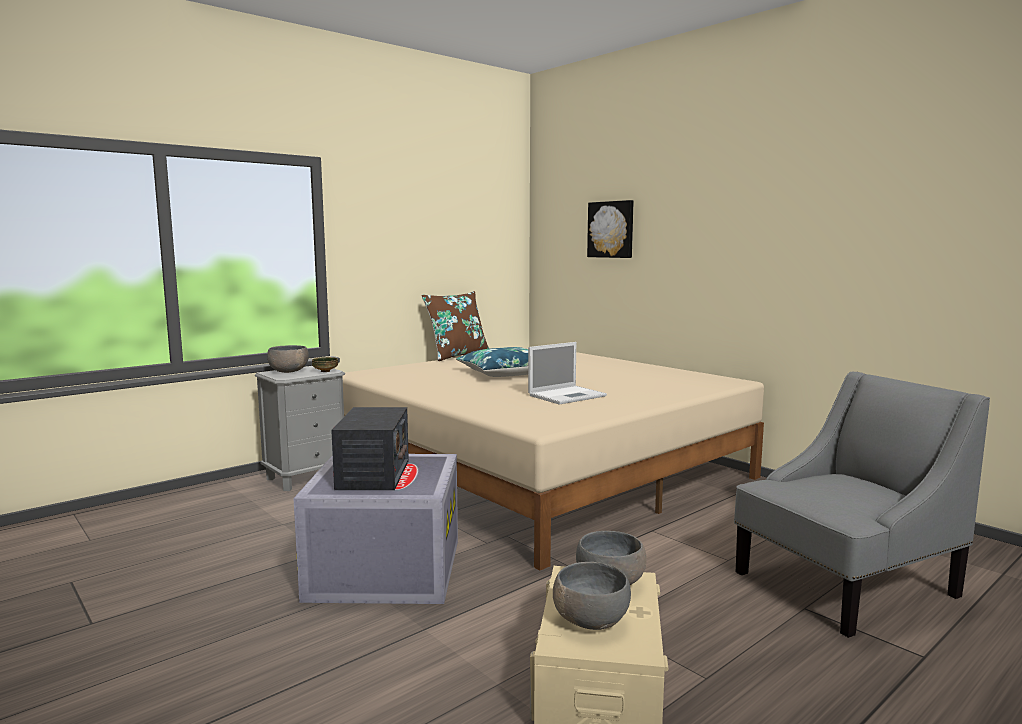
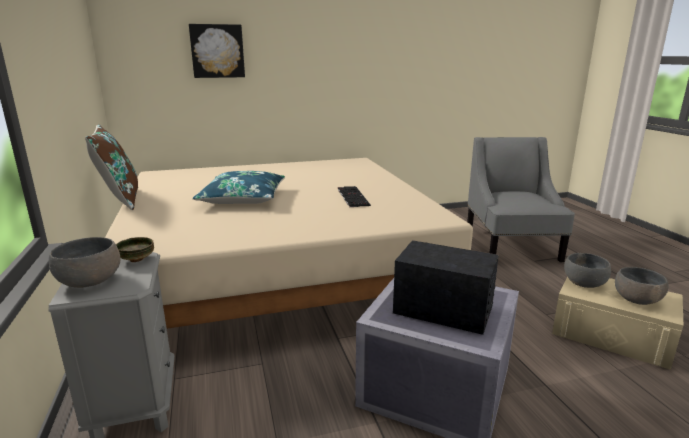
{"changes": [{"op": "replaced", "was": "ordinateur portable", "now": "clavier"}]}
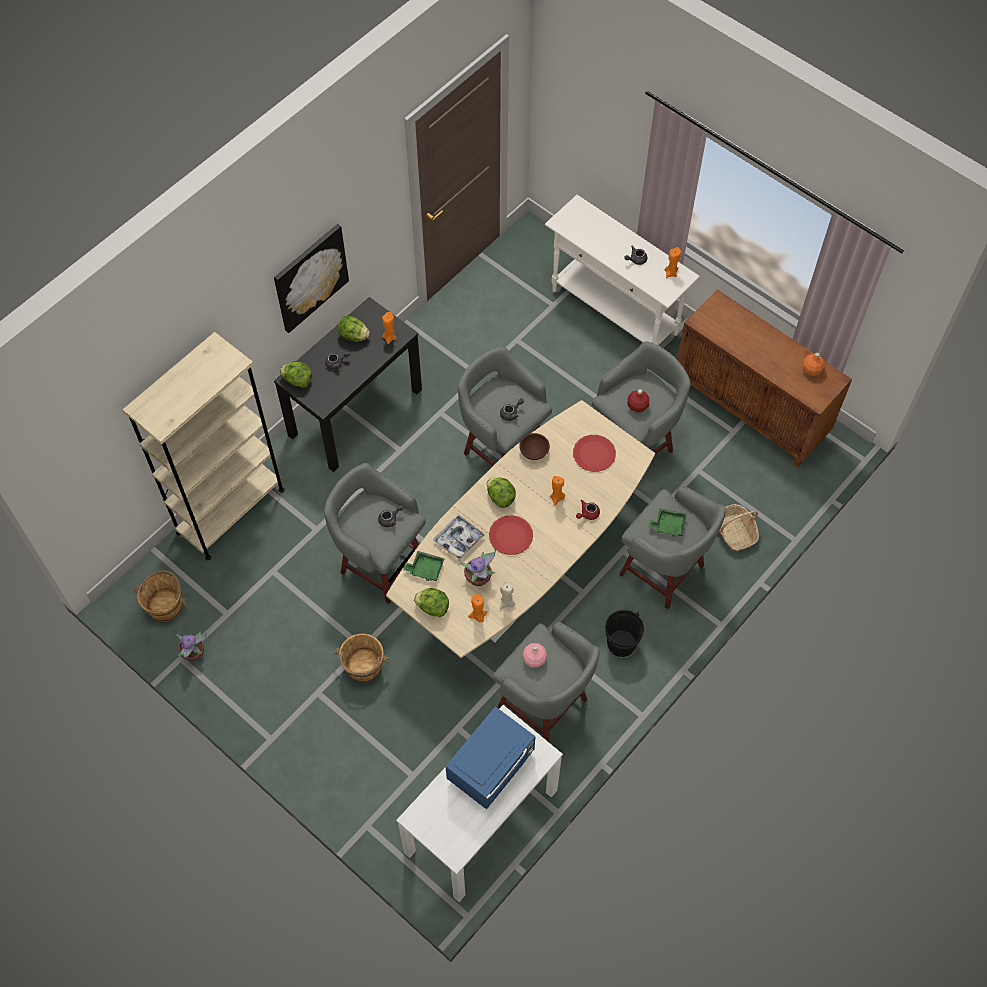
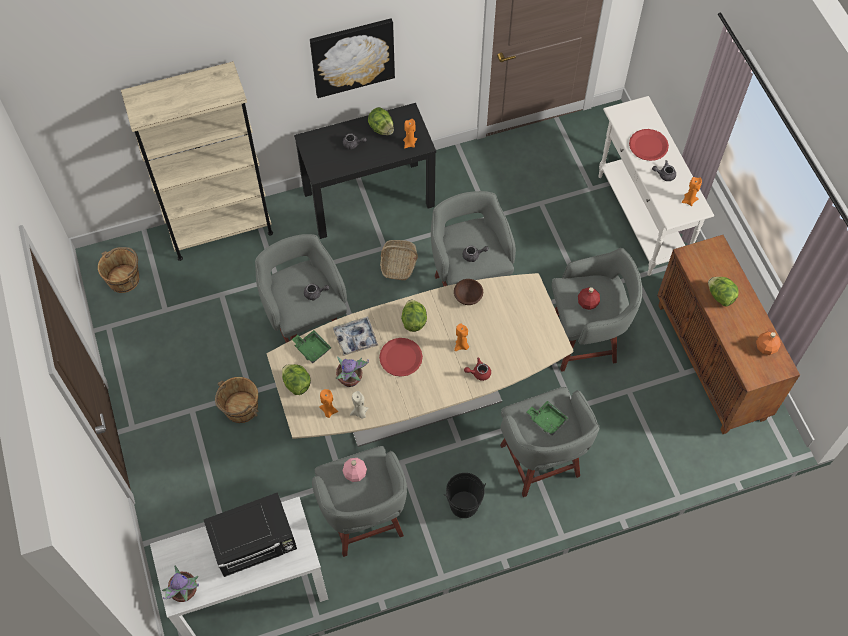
{"changes": [{"op": "moved", "was": "plante en pot (1st from left)"}, {"op": "moved", "was": "laitue (1st from left in the first image)", "now": "laitue (4th from left)"}, {"op": "recoloured", "was": "micro-ondes (bleu)", "now": "micro-ondes (noir)"}, {"op": "moved", "was": "assiette (rouge) (2nd from left)"}, {"op": "moved", "was": "panier"}]}
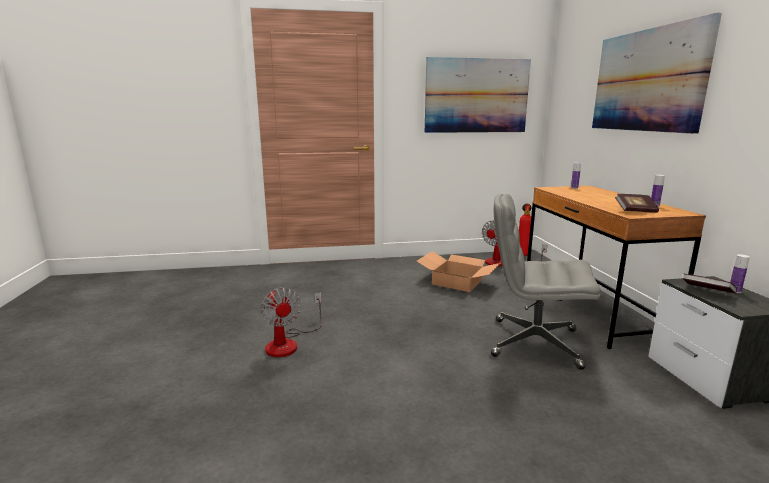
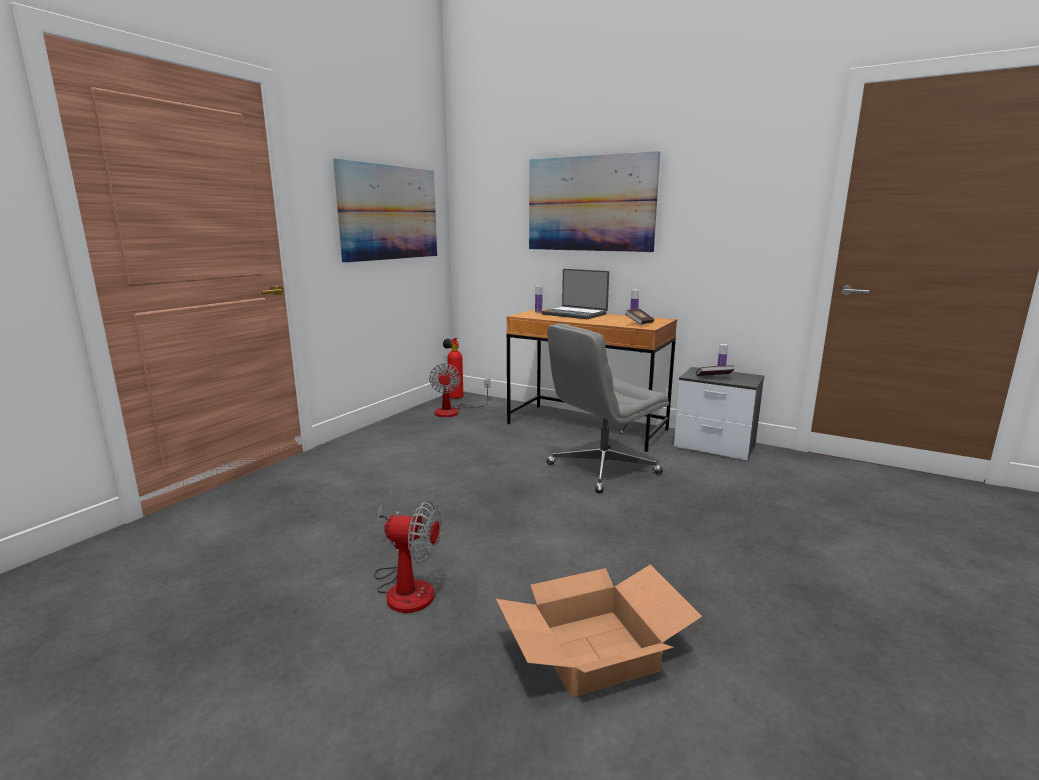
{"changes": [{"op": "moved", "was": "carton"}, {"op": "added", "now": "ordinateur portable"}]}
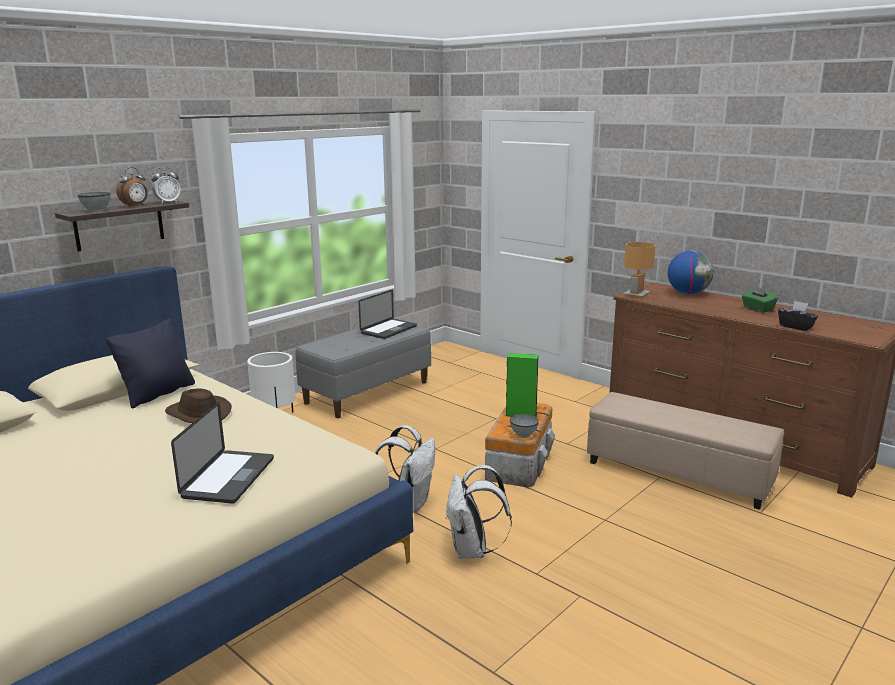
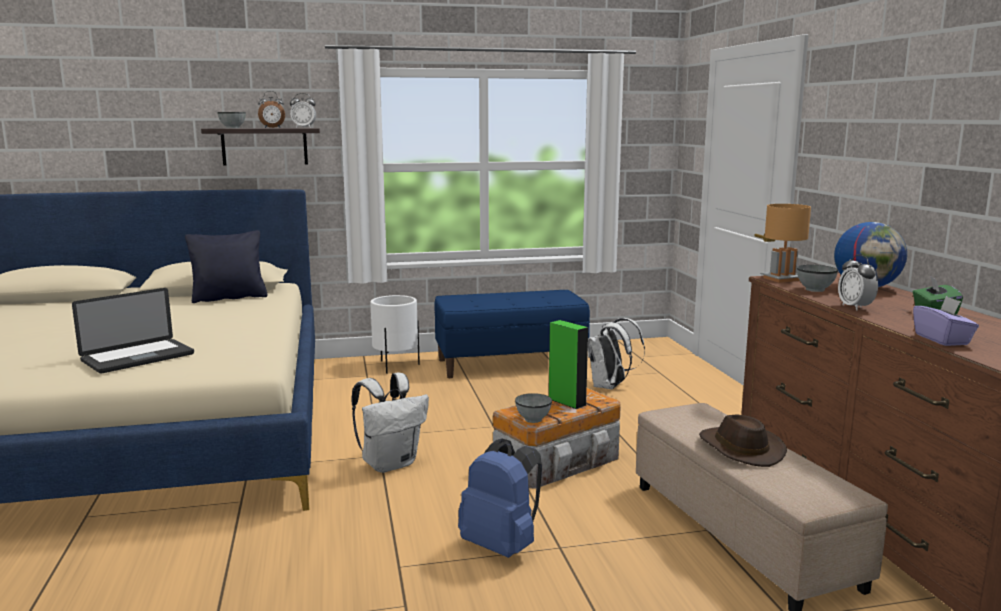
{"changes": [{"op": "moved", "was": "chapeau (marron)"}, {"op": "recoloured", "was": "banc (gris)", "now": "banc (bleu)"}, {"op": "removed", "was": "ordinateur portable (2nd from left)"}, {"op": "moved", "was": "sac à dos (blanc) (2nd from left)"}, {"op": "recoloured", "was": "boîte à mouchoirs (noir)", "now": "boîte à mouchoirs (violet)"}, {"op": "added", "now": "sac à dos (bleu)"}, {"op": "added", "now": "bol (gris) (3rd from left)"}, {"op": "added", "now": "réveil (3rd from left)"}]}
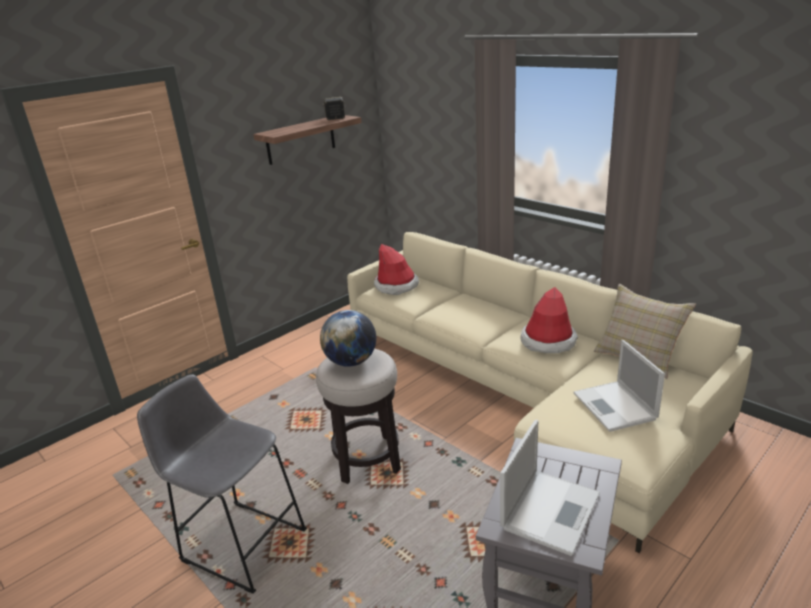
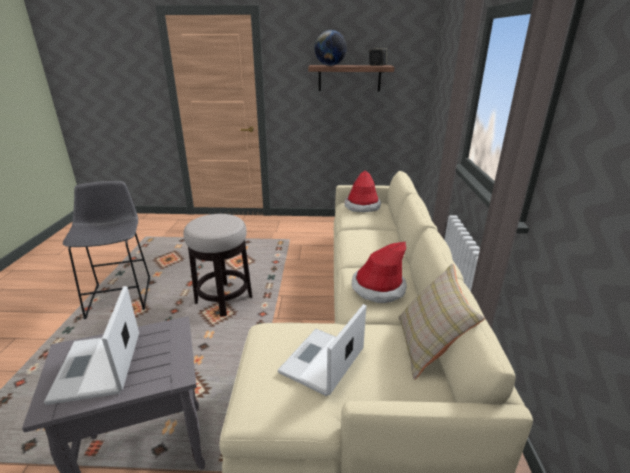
{"changes": [{"op": "moved", "was": "globe"}, {"op": "turned", "was": "ordinateur portable (1st from left)", "clockwise": 90}]}
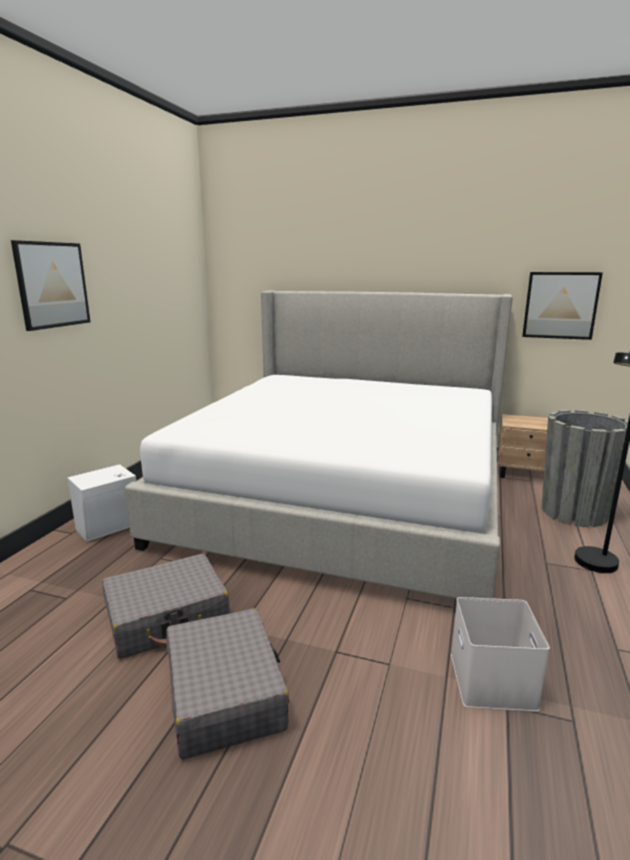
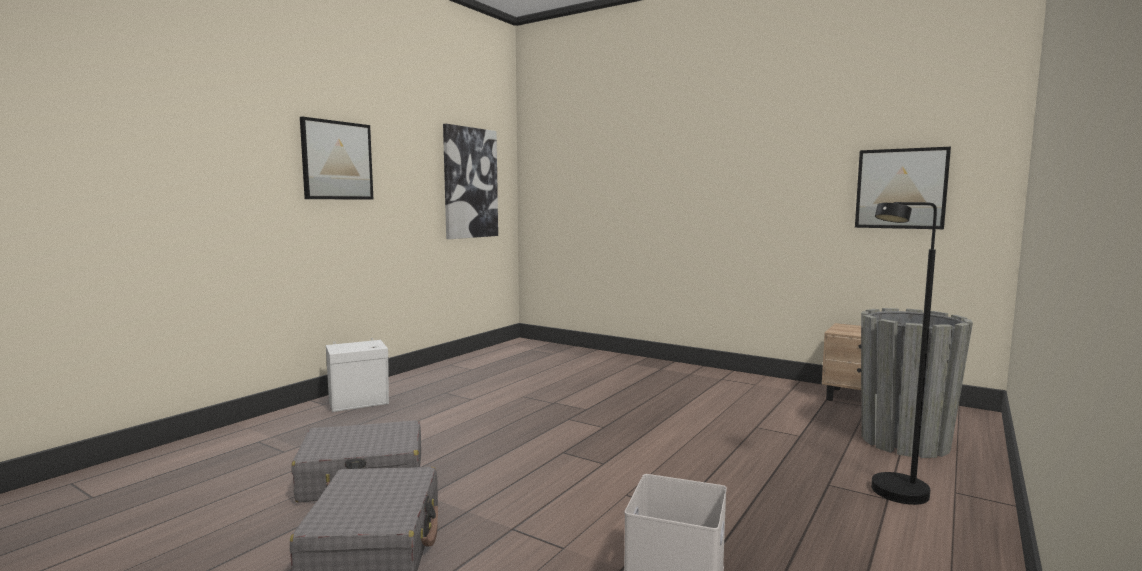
{"changes": [{"op": "removed", "was": "lit"}, {"op": "added", "now": "tableau (2nd from left)"}]}
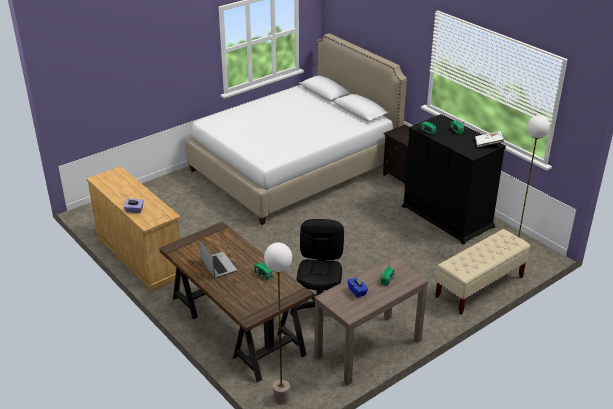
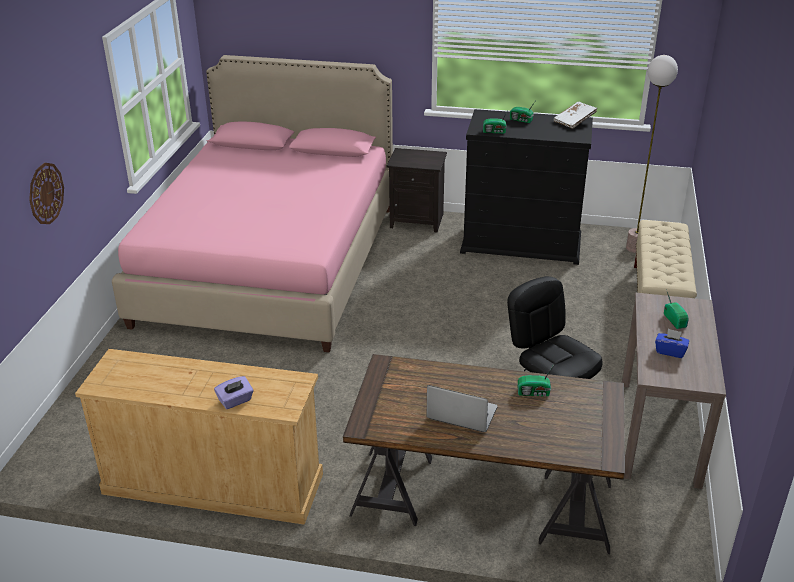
{"changes": [{"op": "recoloured", "was": "lit (blanc)", "now": "lit (rose)"}, {"op": "removed", "was": "lampadaire (1st from left)"}, {"op": "added", "now": "horloge murale"}]}
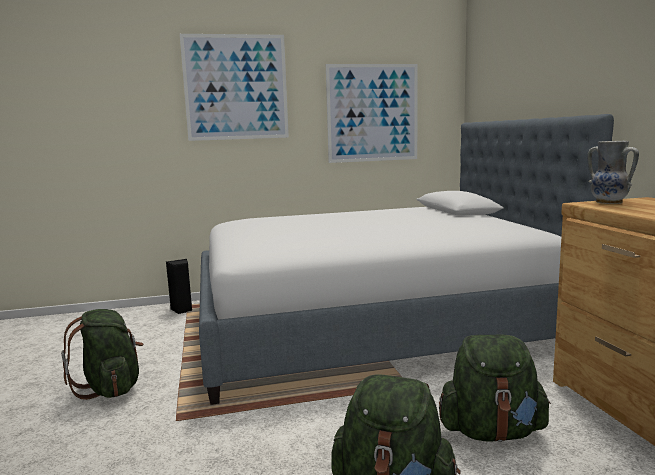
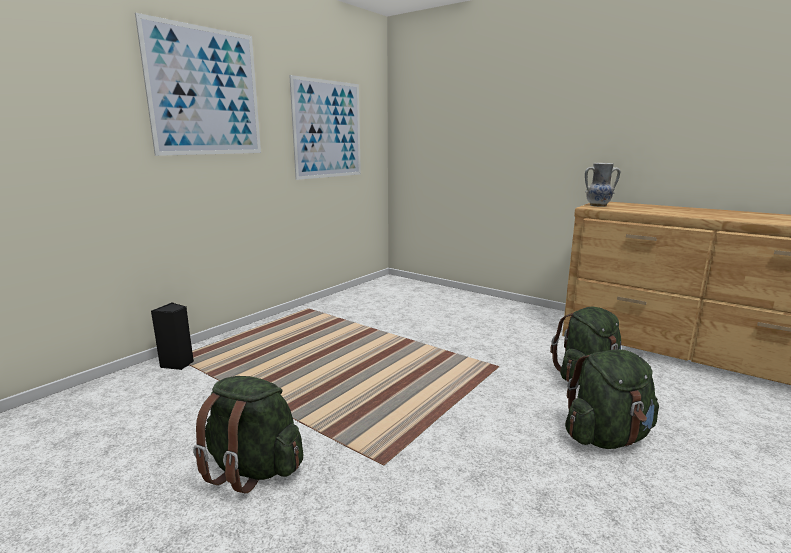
{"changes": [{"op": "removed", "was": "lit"}]}
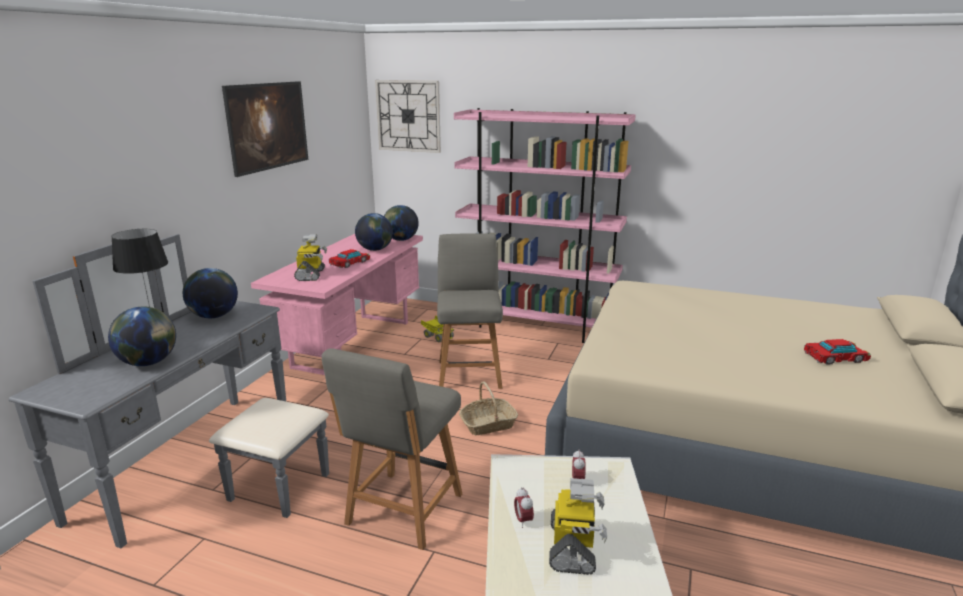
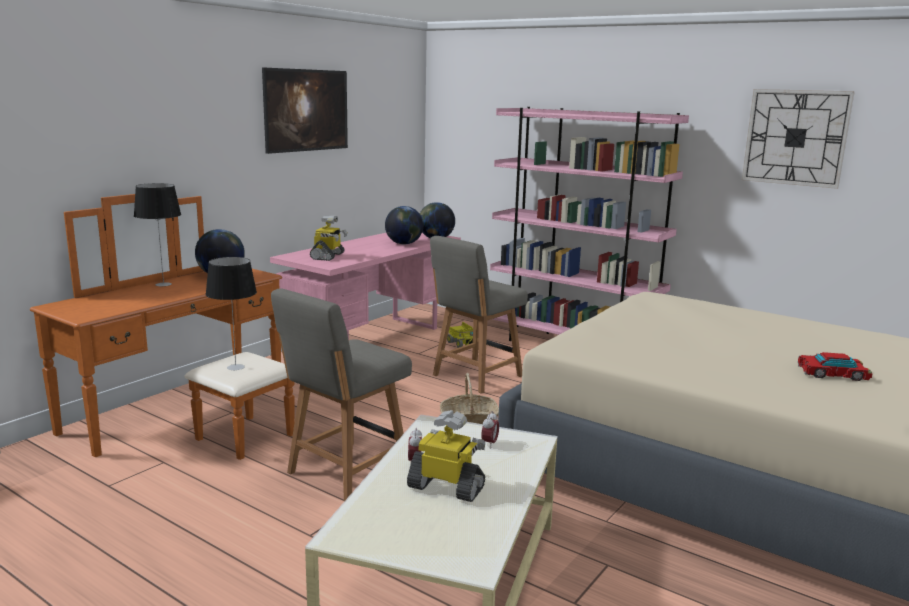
{"changes": [{"op": "recoloured", "was": "commode (gris)", "now": "commode (orange)"}, {"op": "removed", "was": "globe (1st from left)"}, {"op": "removed", "was": "petite voiture (1st from left)"}, {"op": "moved", "was": "horloge murale"}, {"op": "turned", "was": "chaise (gris) (2nd from left)", "clockwise": -150}, {"op": "turned", "was": "robot jouet (2nd from left)", "clockwise": -90}, {"op": "added", "now": "lampe de table (2nd from left)"}]}
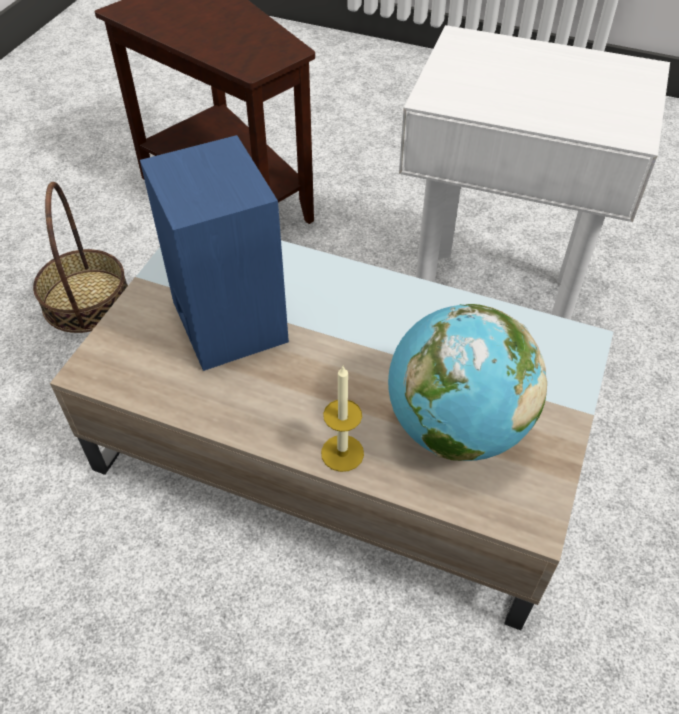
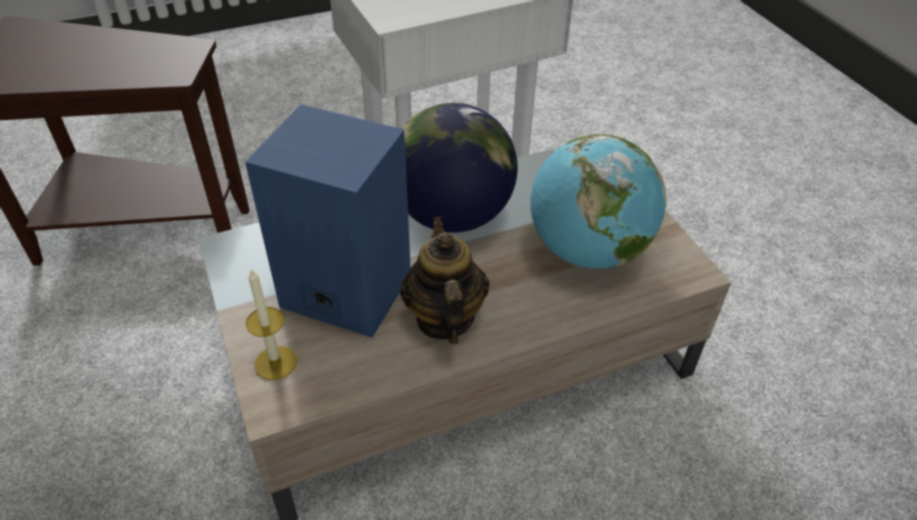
{"changes": [{"op": "removed", "was": "panier"}, {"op": "moved", "was": "bougie"}, {"op": "added", "now": "théière"}, {"op": "added", "now": "globe (1st from left)"}]}
